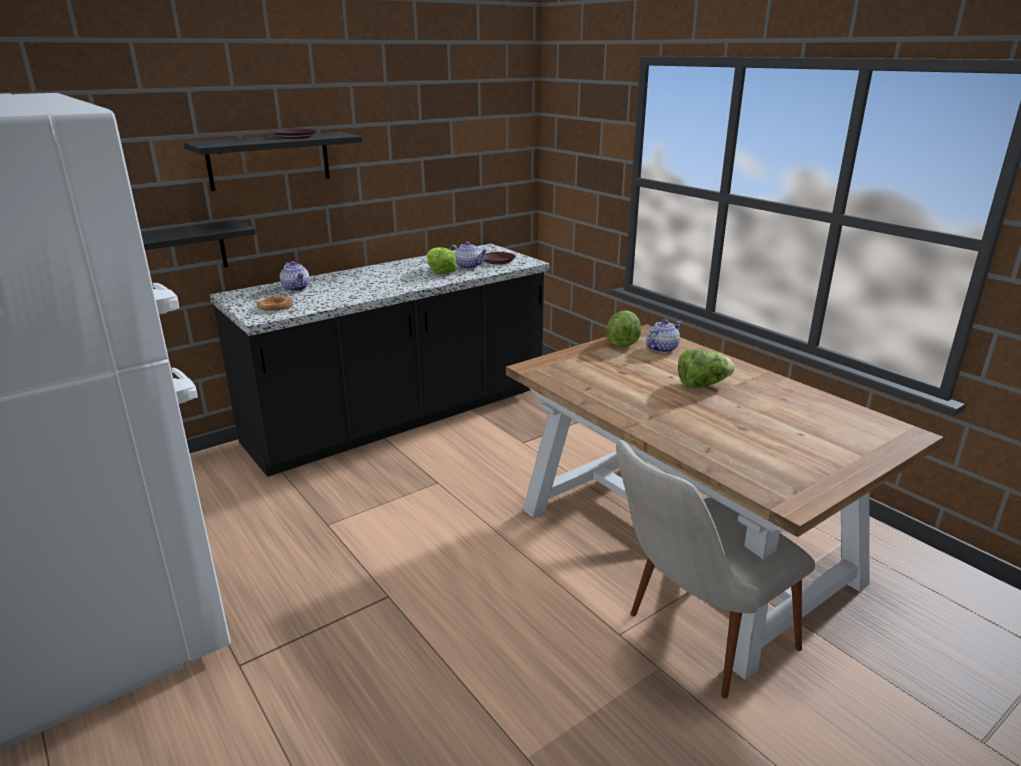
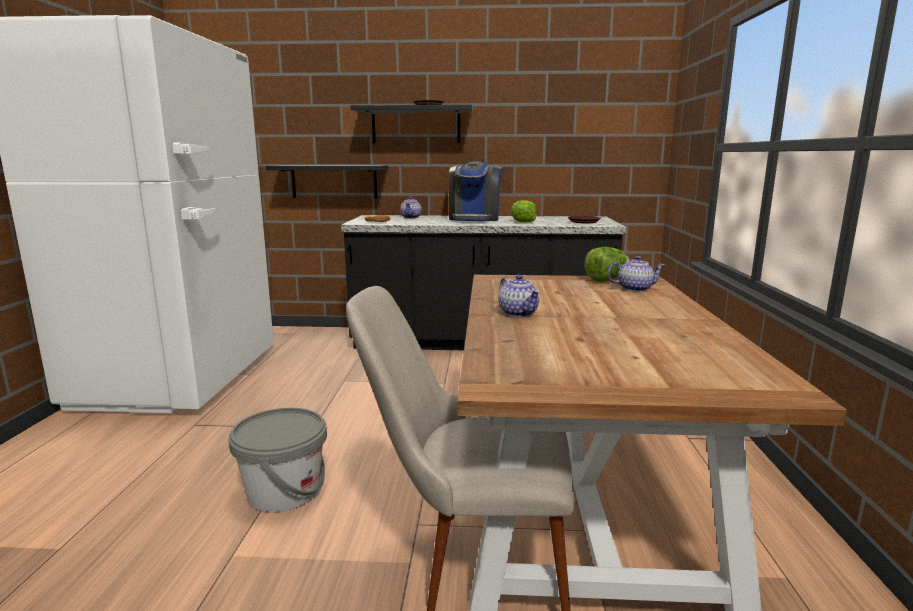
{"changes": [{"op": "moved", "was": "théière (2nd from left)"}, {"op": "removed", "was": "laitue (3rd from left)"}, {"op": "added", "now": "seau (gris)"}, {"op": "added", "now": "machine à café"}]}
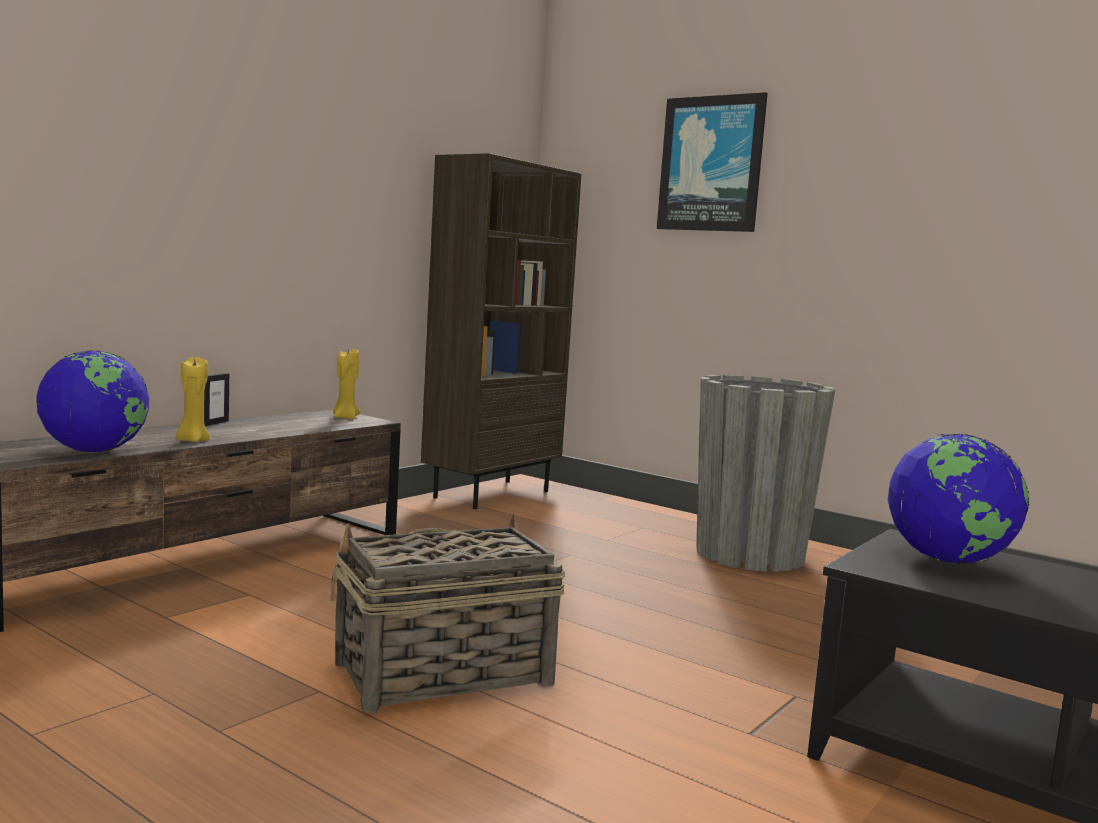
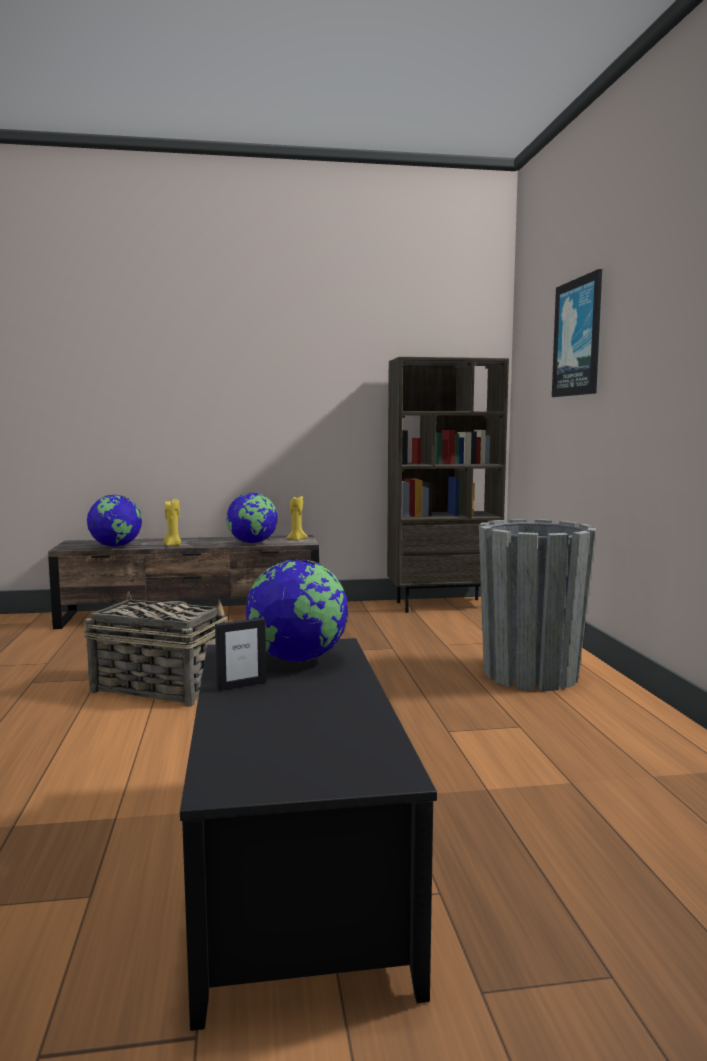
{"changes": [{"op": "moved", "was": "cadre photo"}, {"op": "added", "now": "globe (2nd from left)"}]}
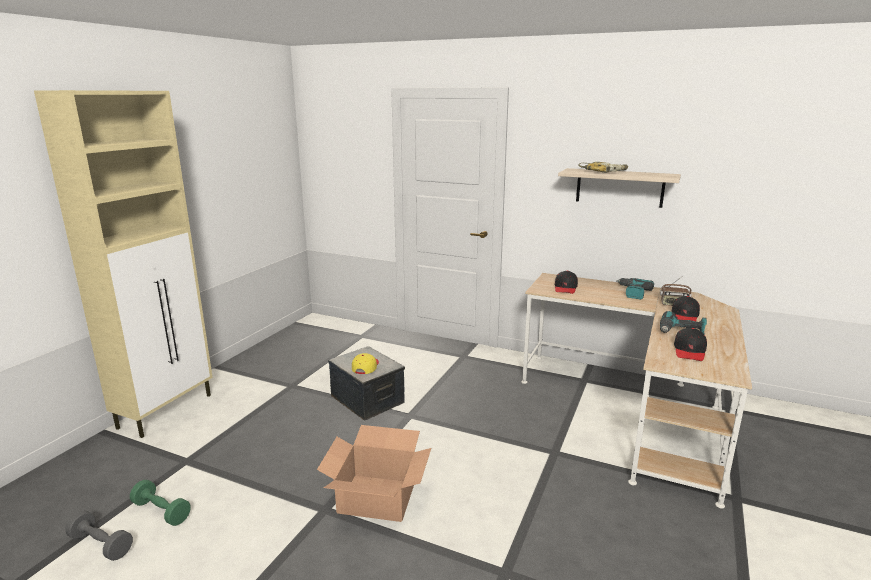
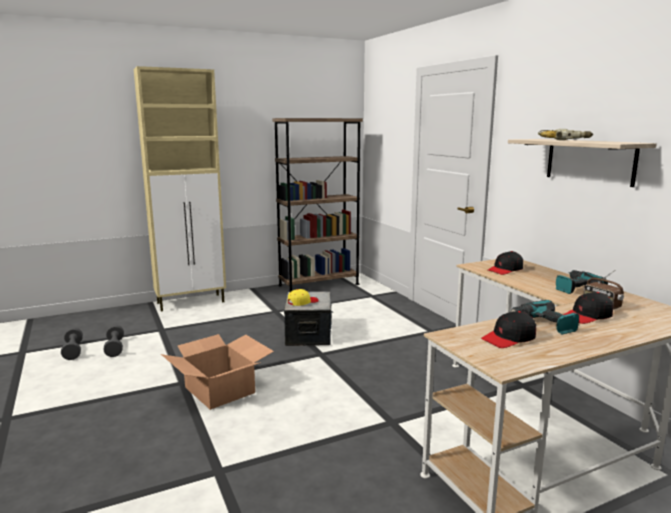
{"changes": [{"op": "recoloured", "was": "haltère (vert)", "now": "haltère (gris) (2nd from left)"}, {"op": "added", "now": "bibliothèque (marron)"}]}
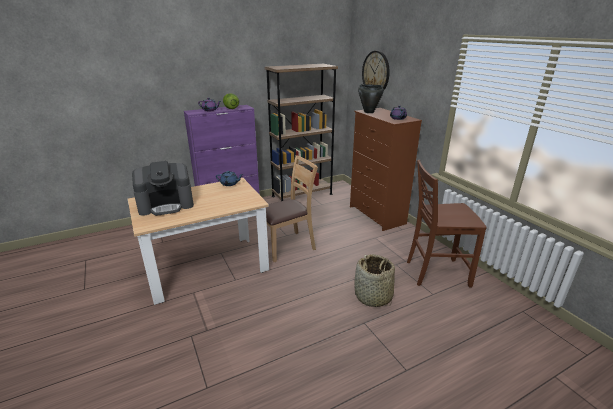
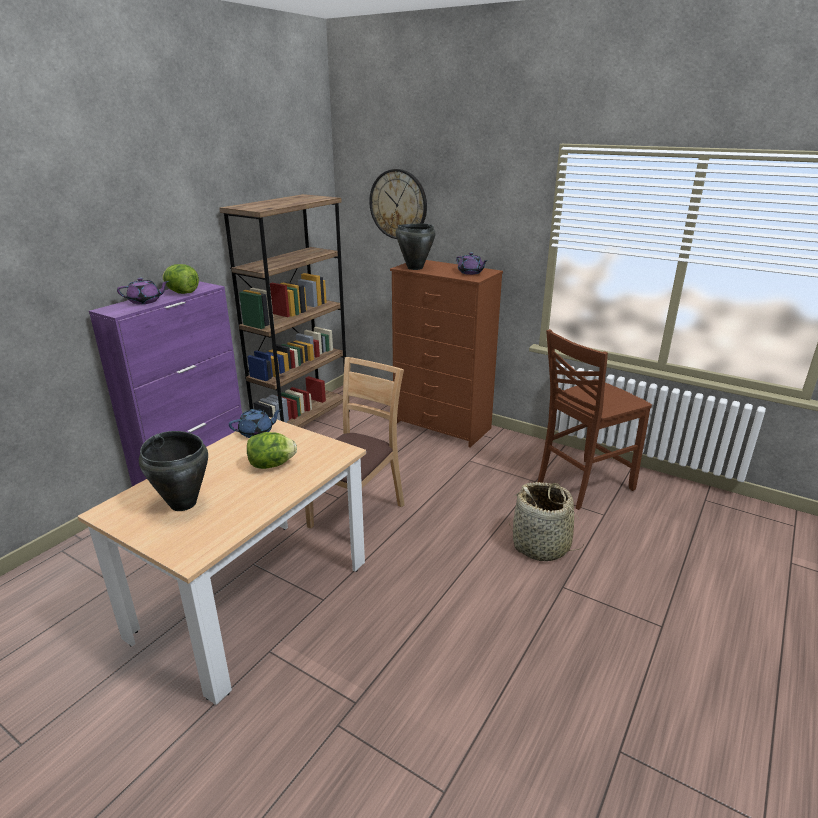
{"changes": [{"op": "replaced", "was": "machine à café", "now": "marmite (noir) (1st from left)"}, {"op": "added", "now": "laitue (2nd from left)"}]}
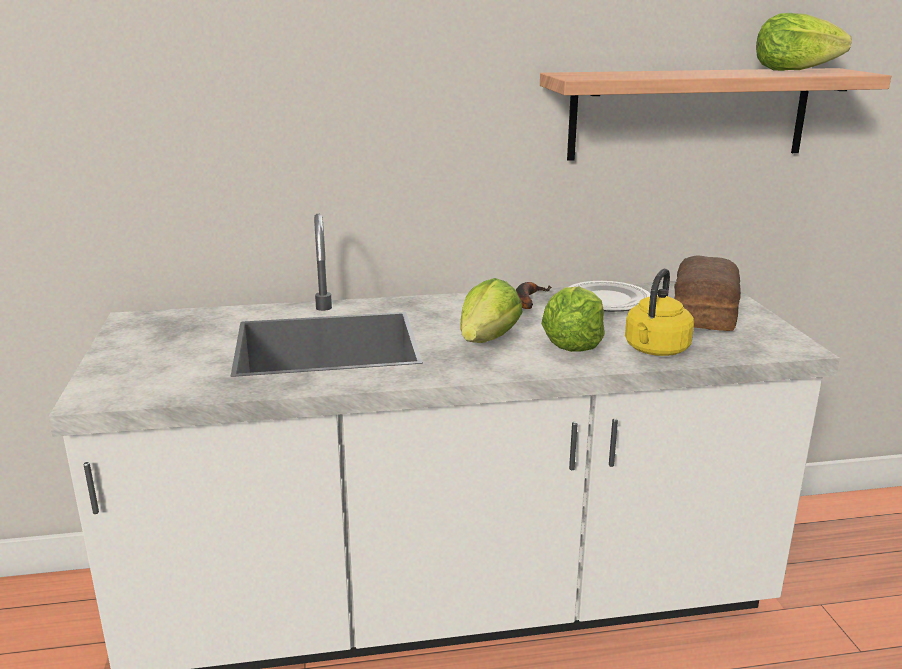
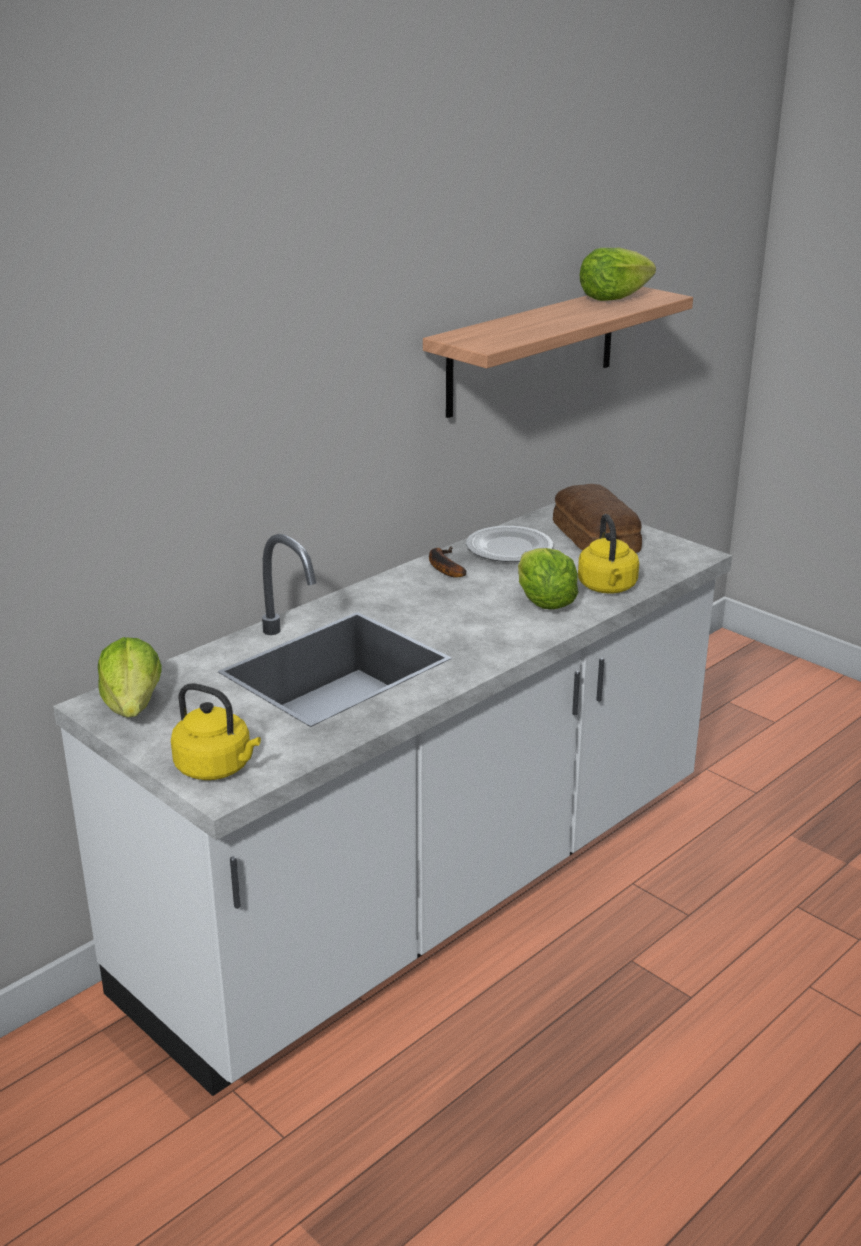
{"changes": [{"op": "moved", "was": "laitue (1st from left)"}, {"op": "added", "now": "bouilloire (jaune) (1st from left)"}]}
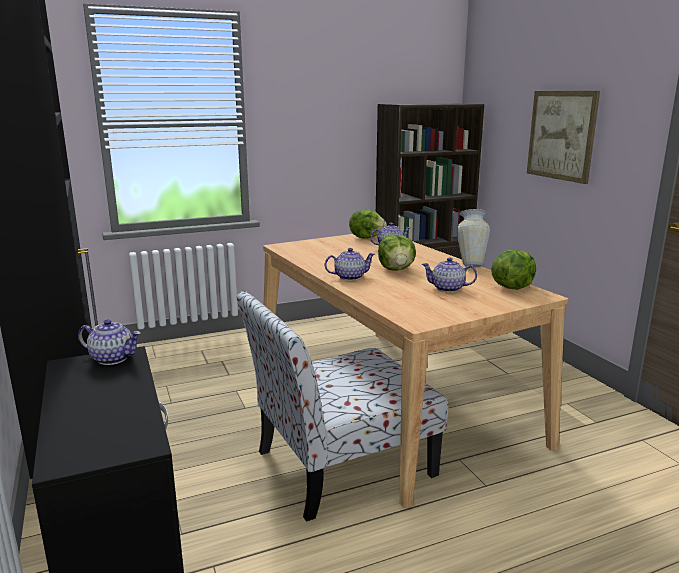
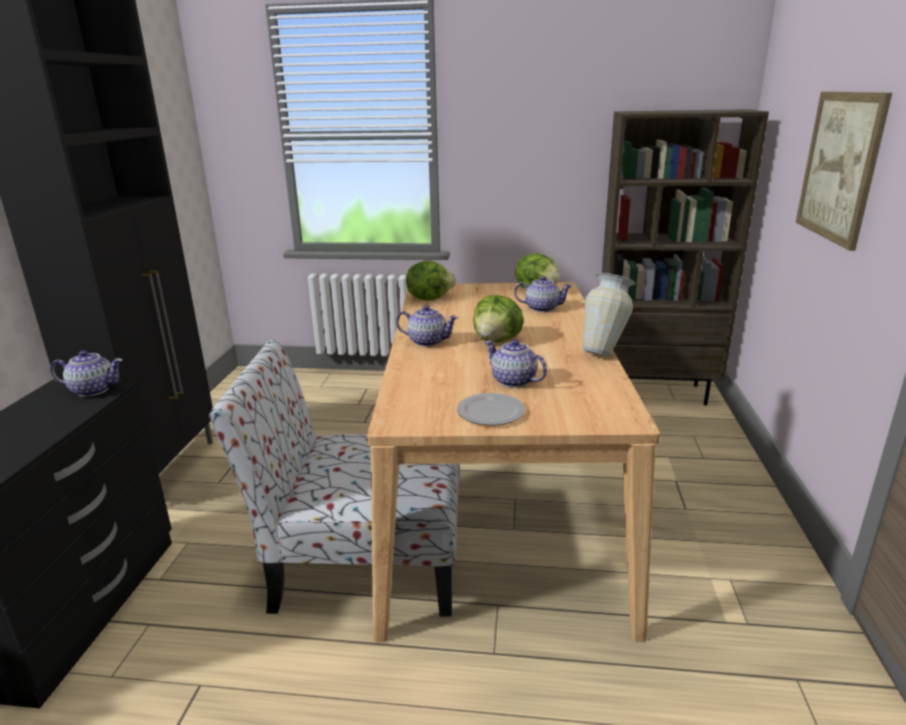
{"changes": [{"op": "turned", "was": "théière (1st from left)", "clockwise": -45}, {"op": "moved", "was": "laitue (3rd from left in the first image)", "now": "laitue (1st from left)"}, {"op": "added", "now": "assiette"}]}
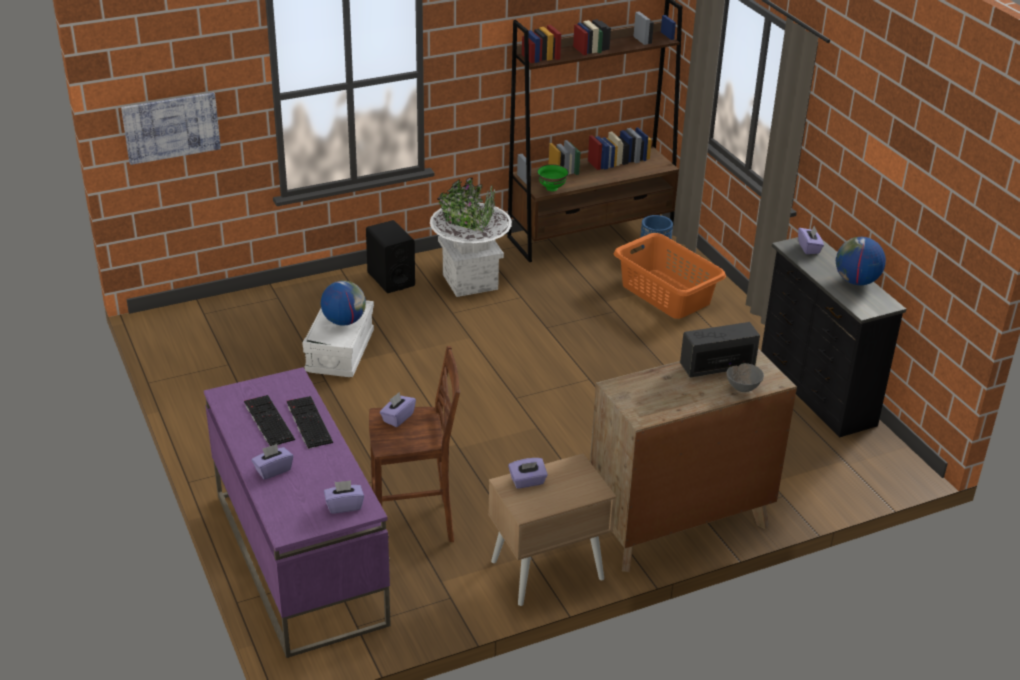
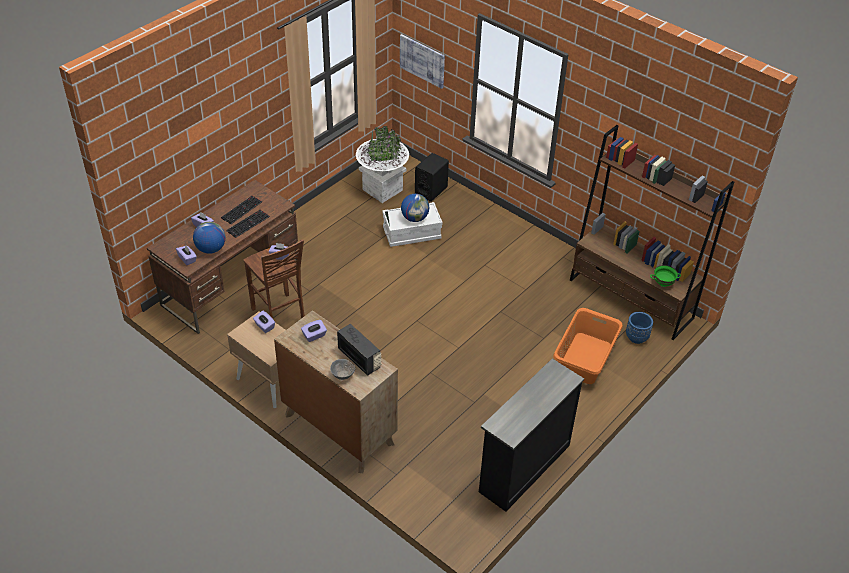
{"changes": [{"op": "recoloured", "was": "bureau (violet)", "now": "bureau (marron)"}, {"op": "moved", "was": "enceinte (noir)"}, {"op": "moved", "was": "cache-pot (blanc)"}, {"op": "moved", "was": "bol (vert)"}, {"op": "moved", "was": "boîte à mouchoirs (violet) (5th from left)"}, {"op": "moved", "was": "globe (2nd from left in the first image)", "now": "globe (1st from left)"}]}
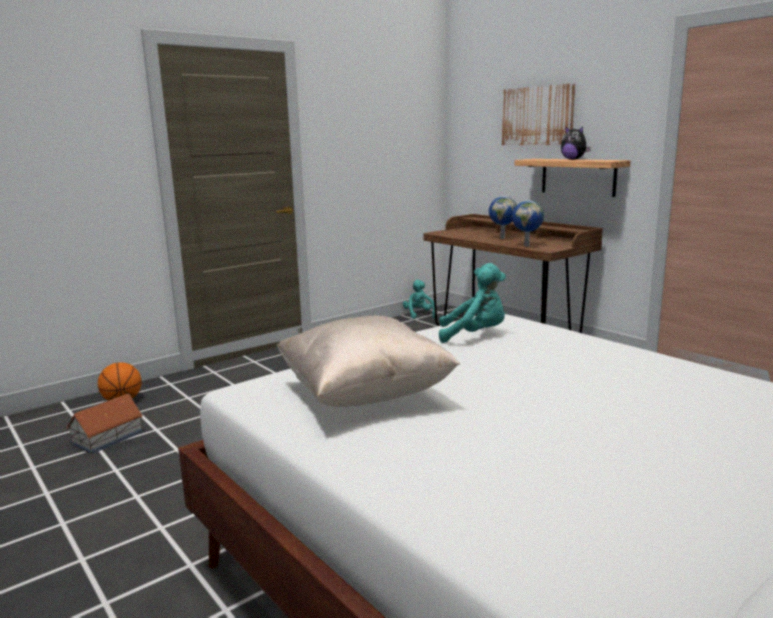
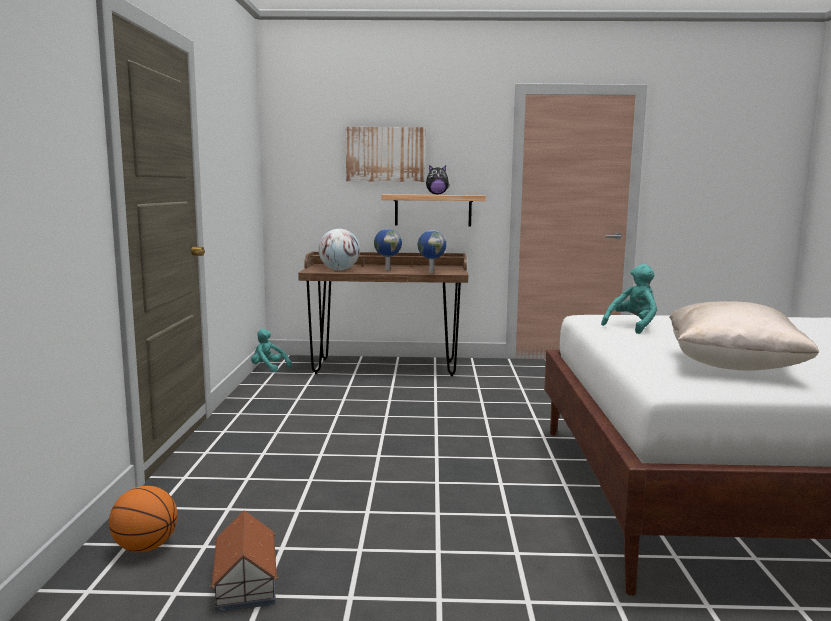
{"changes": [{"op": "added", "now": "globe (1st from left)"}]}
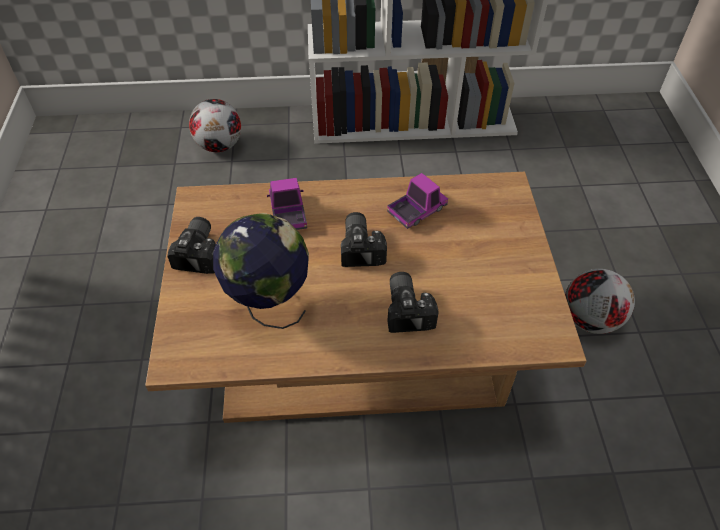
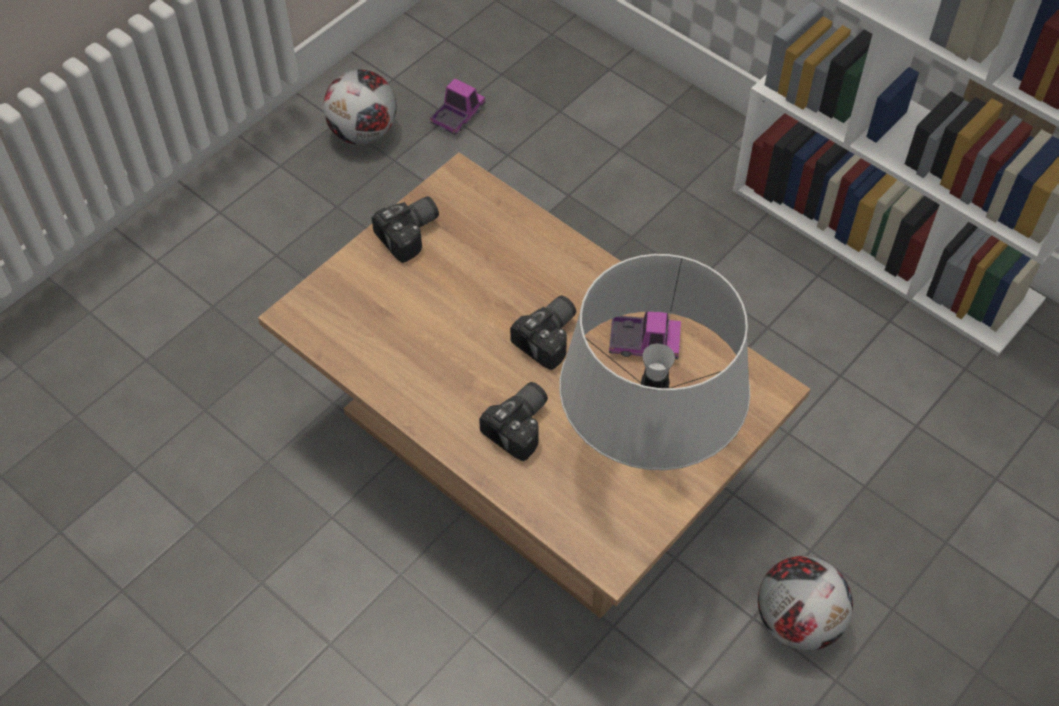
{"changes": [{"op": "moved", "was": "ballon de foot (1st from left)"}, {"op": "removed", "was": "globe"}, {"op": "moved", "was": "camion jouet (1st from left)"}, {"op": "added", "now": "lampe de table (gris)"}]}
